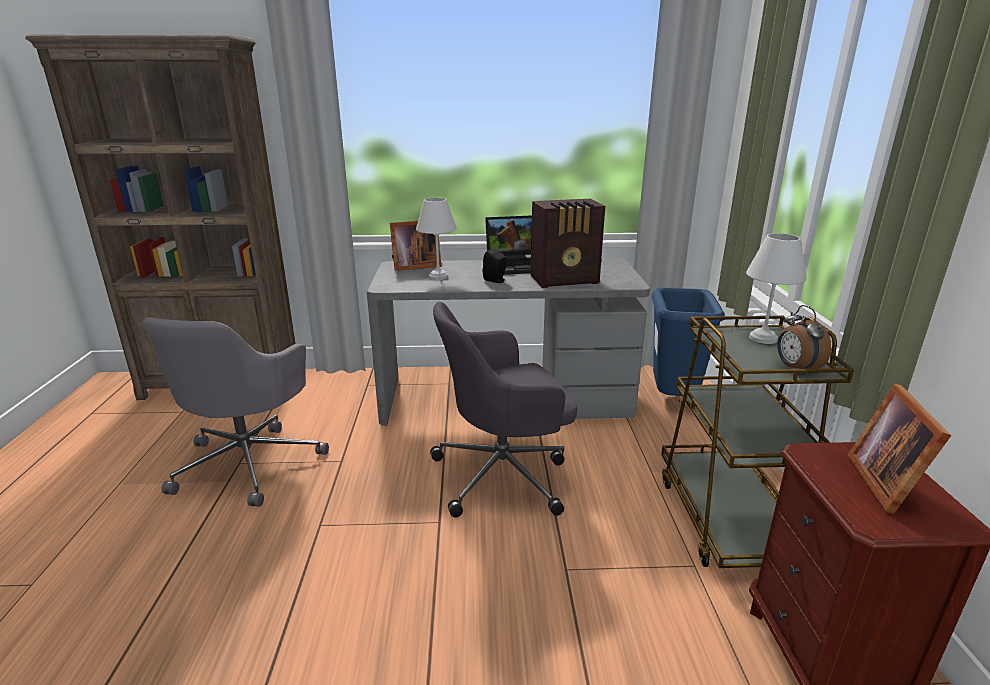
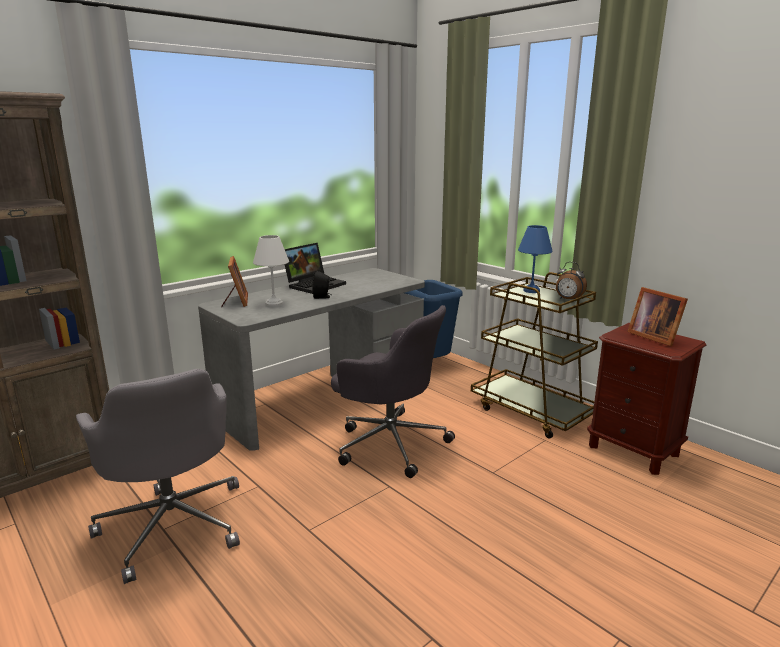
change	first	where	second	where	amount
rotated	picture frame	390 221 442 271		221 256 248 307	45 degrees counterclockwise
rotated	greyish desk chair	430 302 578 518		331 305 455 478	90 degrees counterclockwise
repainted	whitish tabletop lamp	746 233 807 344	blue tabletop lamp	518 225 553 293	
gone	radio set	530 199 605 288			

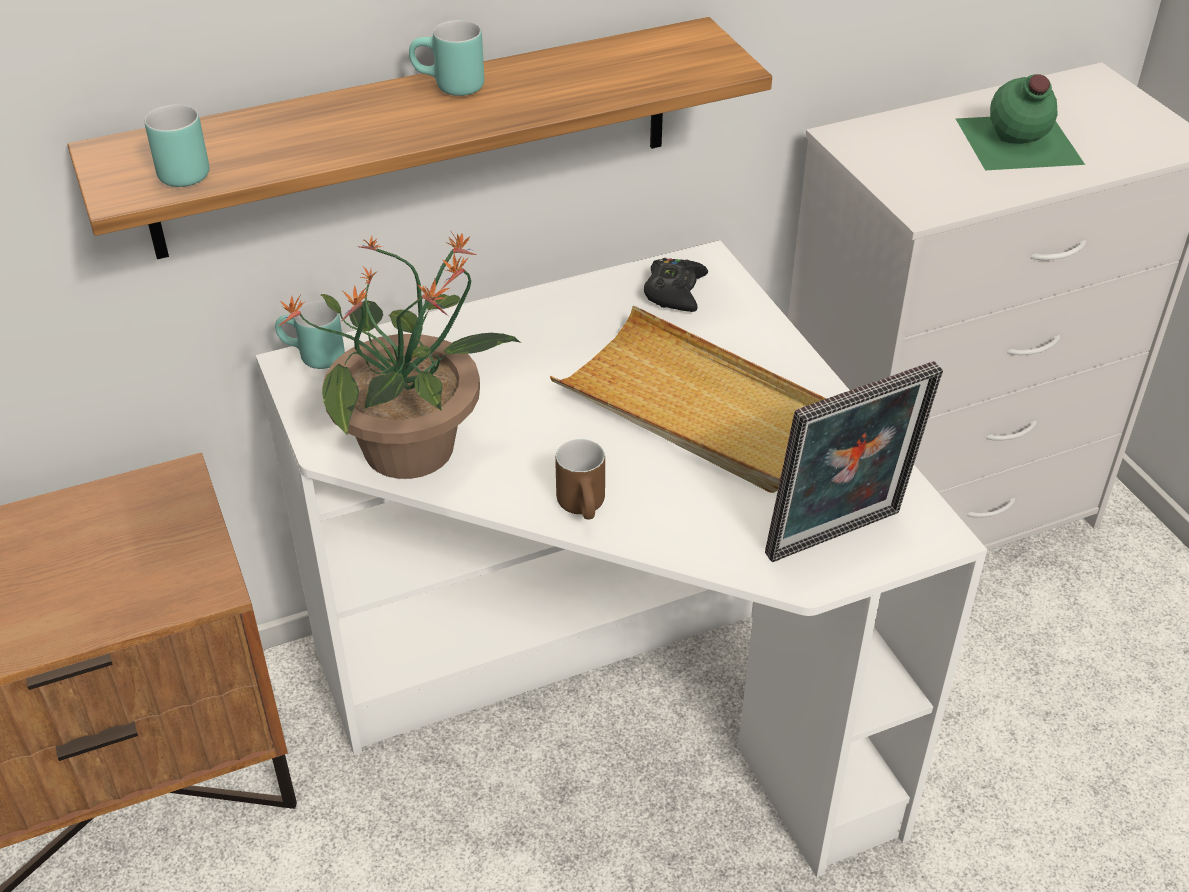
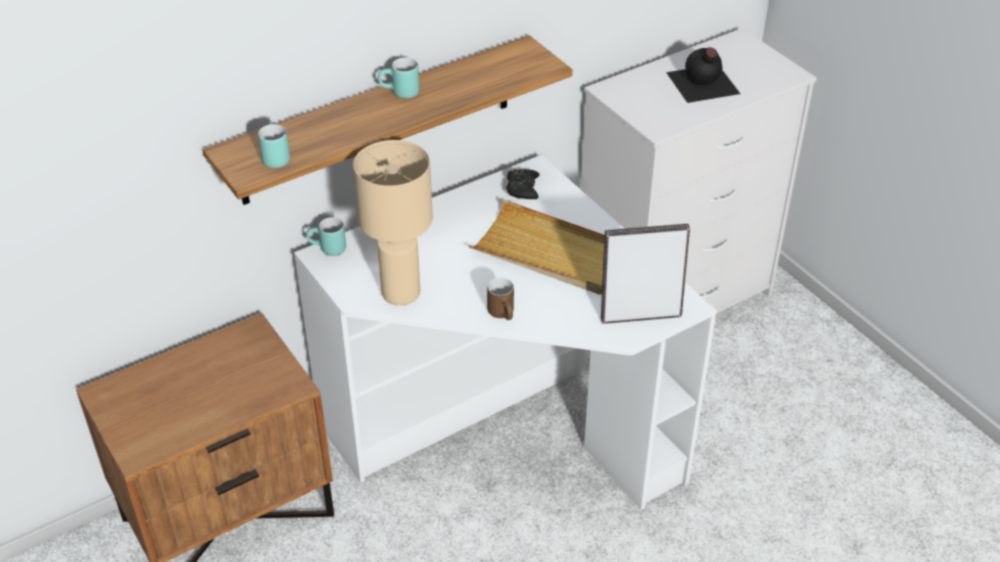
change	first	where	second	where	amount
swapped	houseplant	279 230 521 479	beige tabletop lamp	353 140 433 305	
rotated	picture frame	765 361 943 562		601 224 690 324	150 degrees counterclockwise
repainted	green drink bottle	956 74 1085 170	blackish drink bottle	666 47 740 103	

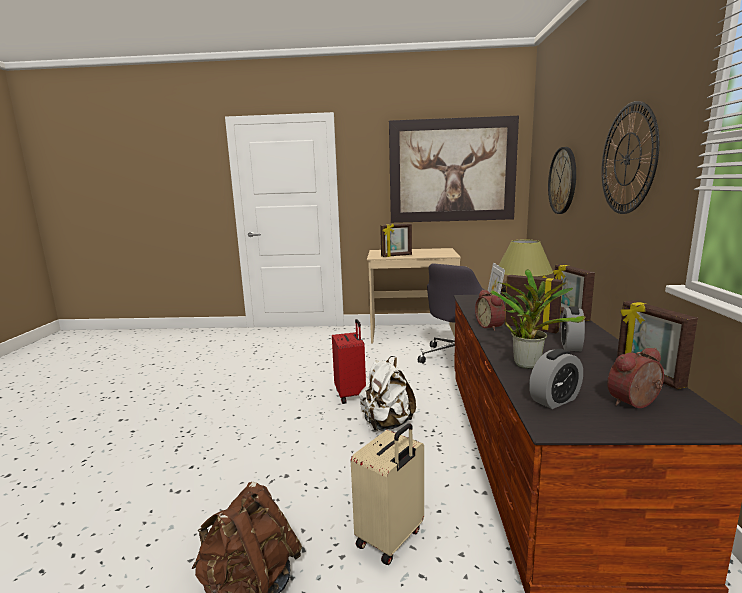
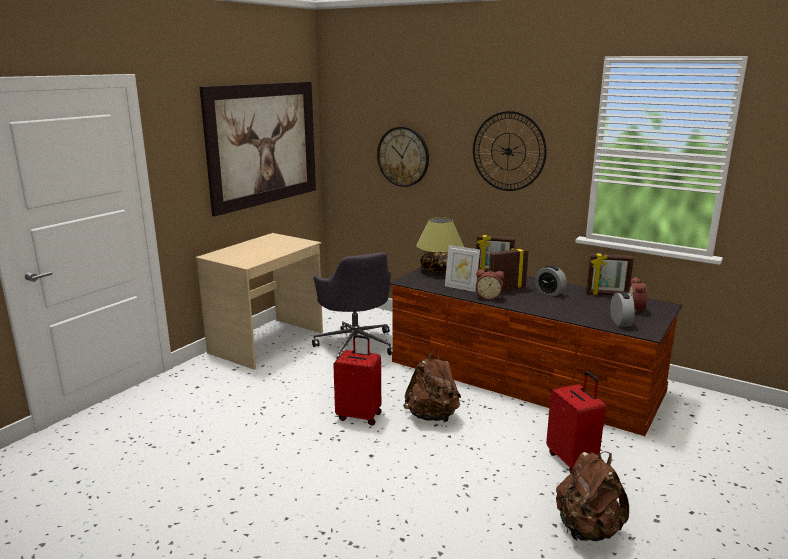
change	first	where	second	where	amount
repainted	whitish rucksack	359 356 416 431	brown-coloured rucksack	403 351 461 422	
repainted	beige piece of luggage	351 423 424 565	red piece of luggage	546 371 606 473	
gone	picture frame	380 223 412 257			
gone	houseplant	491 269 586 369			

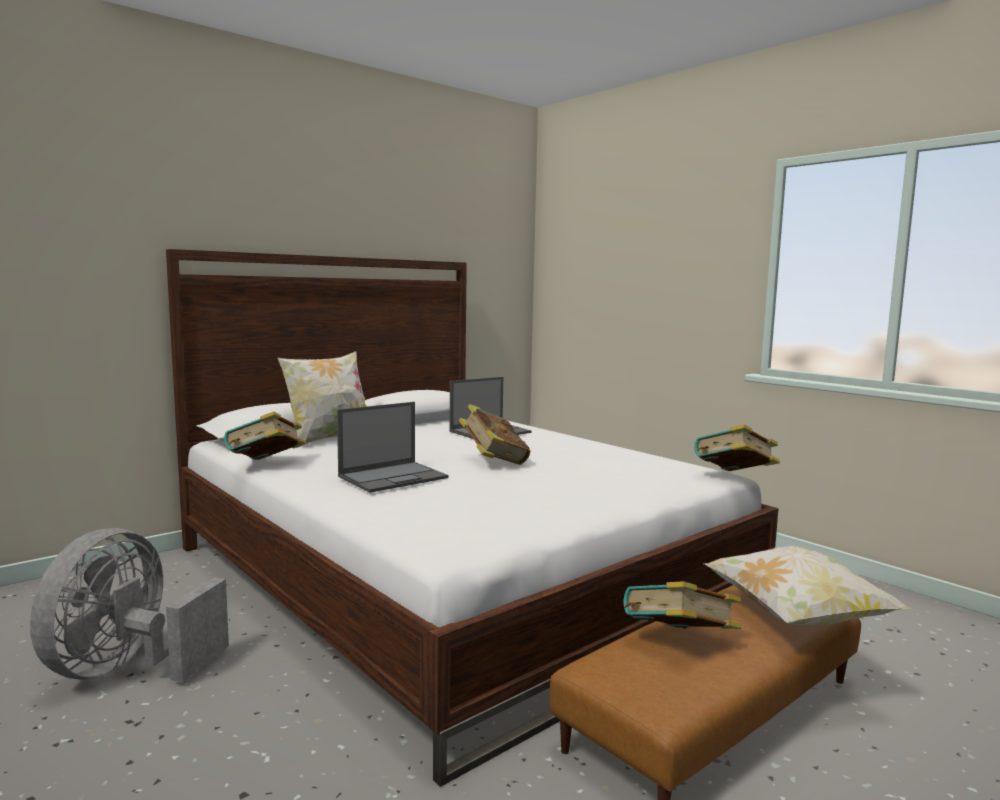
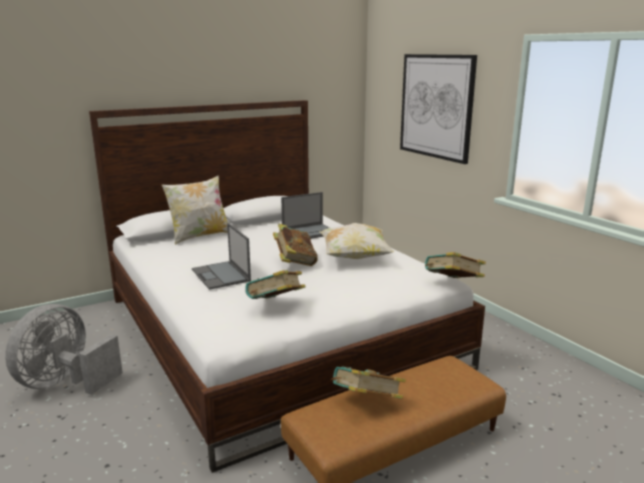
change	first	where	second	where	amount
rotated	laptop	337 402 448 493		192 223 251 290	90 degrees clockwise
shifted	book	224 411 306 460		245 270 306 299	
shifted	cushion	703 546 911 625		319 223 394 259	
new			wall picture	400 54 477 164	

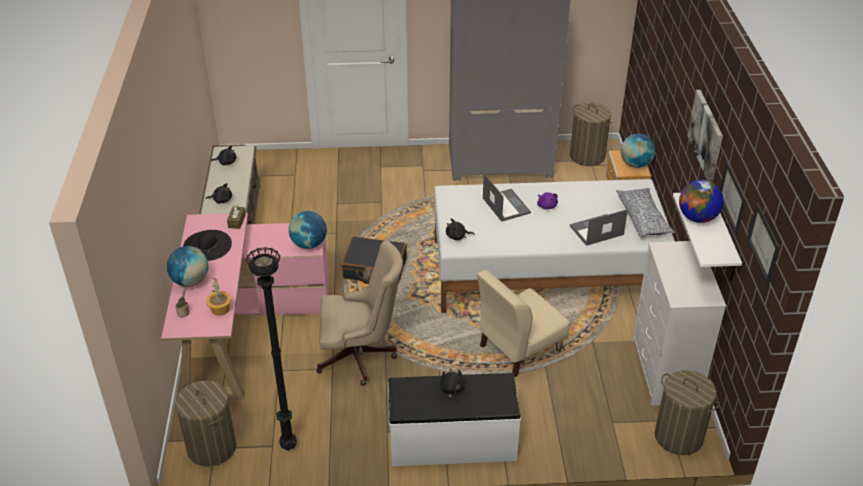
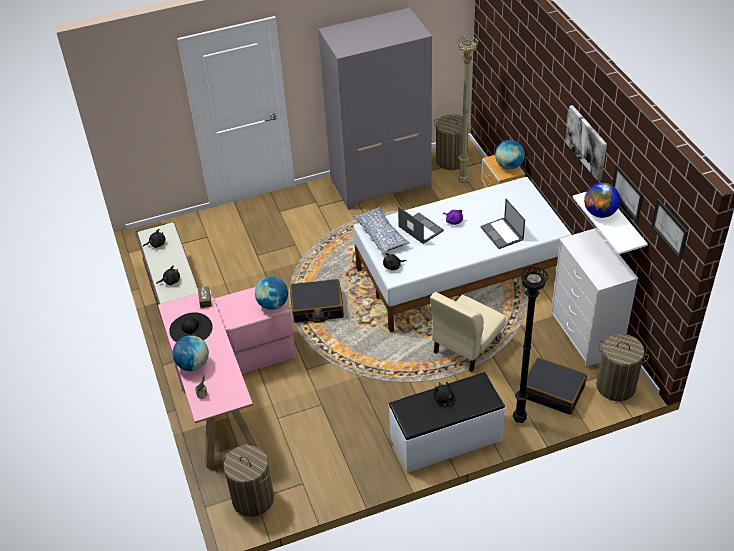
change	first	where	second	where	amount
shifted	cushion	616 188 675 238		353 207 410 254	
new			beige standing lamp	457 36 478 183	
rotated	laptop	570 209 628 246		480 199 525 249	75 degrees counterclockwise
shifted	blackish standing lamp	246 247 297 450		513 266 548 423	
new			blackish piece of luggage	526 357 587 415	
gone	houseplant	206 277 231 316			
gone	beige desk chair	316 241 403 386			

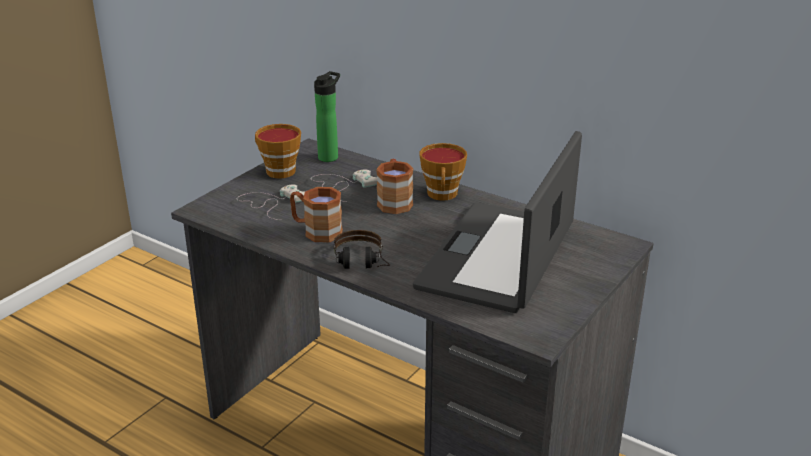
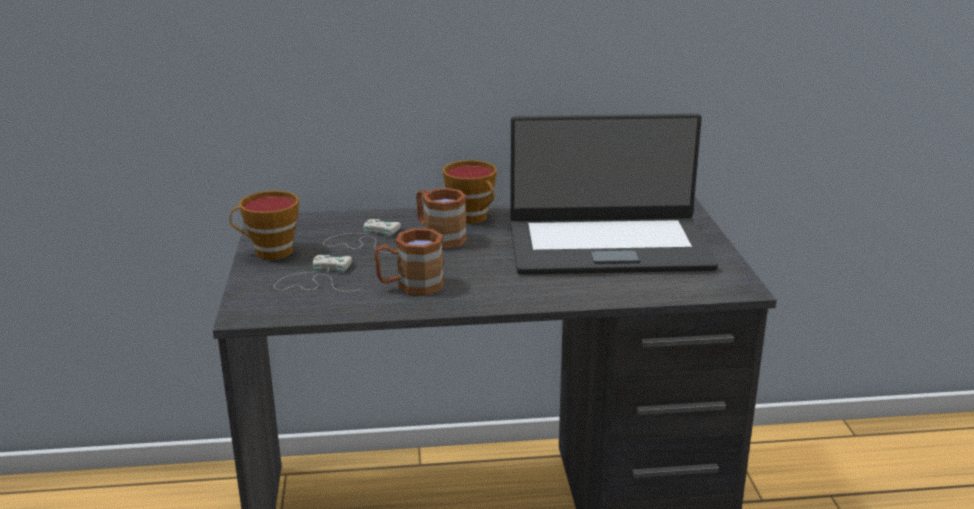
change	first	where	second	where	amount
rotated	laptop	413 131 582 313		510 113 718 275	75 degrees counterclockwise
gone	drink bottle	314 71 340 162			
gone	pair of headphones	334 230 390 269			

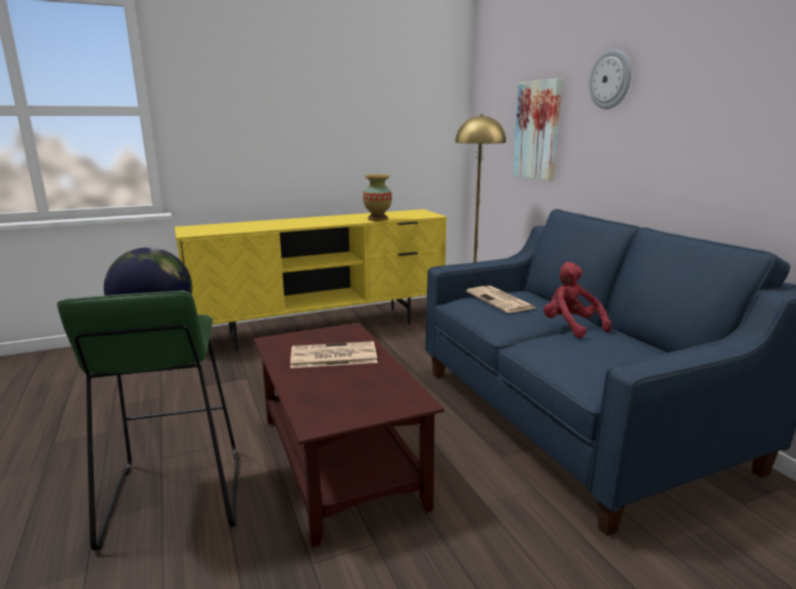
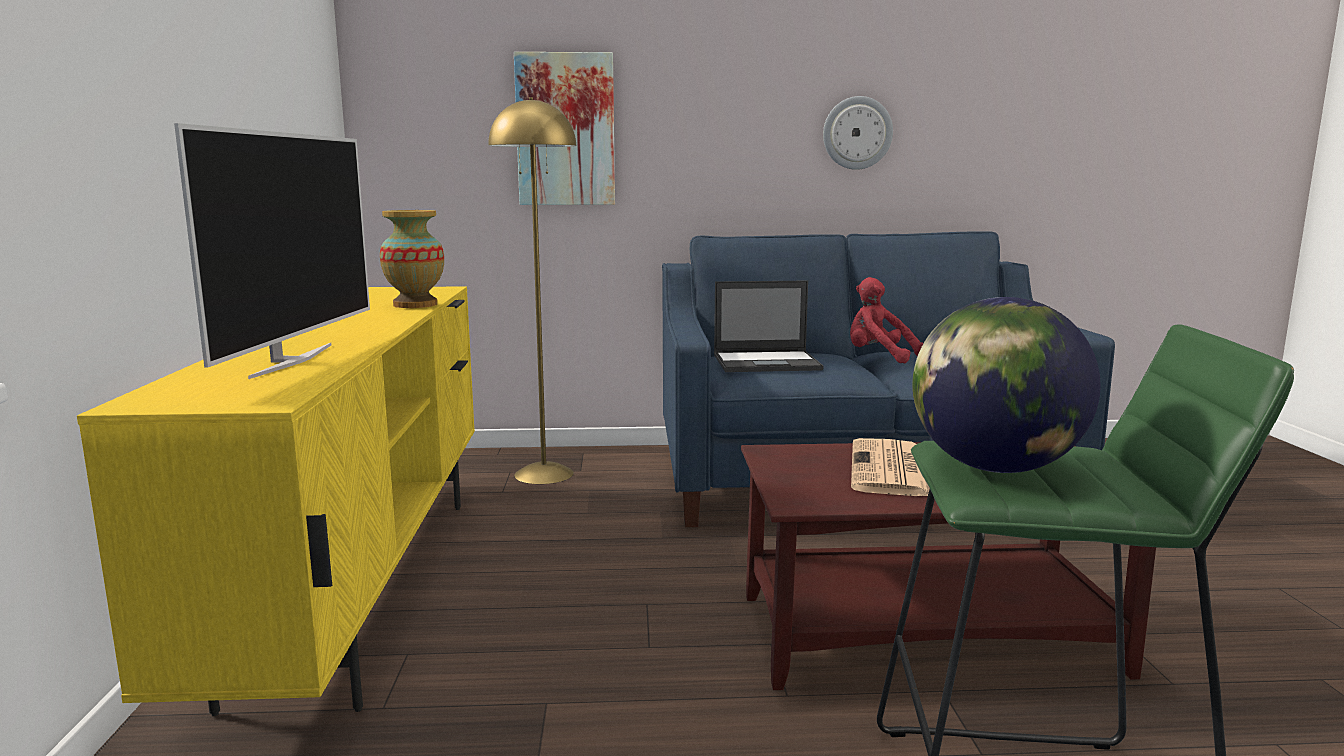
change	first	where	second	where	amount
new			television	174 123 370 379	
swapped	printed paper	466 286 535 313	laptop	714 281 824 372	
shifted	clock on the wall	589 49 631 109		823 96 893 170	
rotated	red soft toy	544 262 612 338		850 277 923 364	45 degrees clockwise

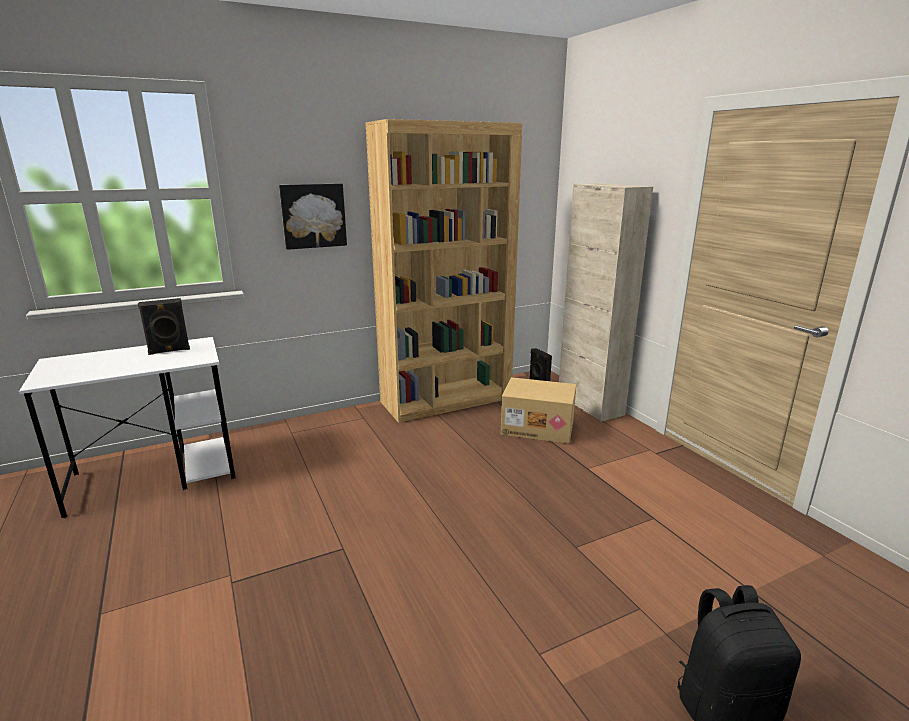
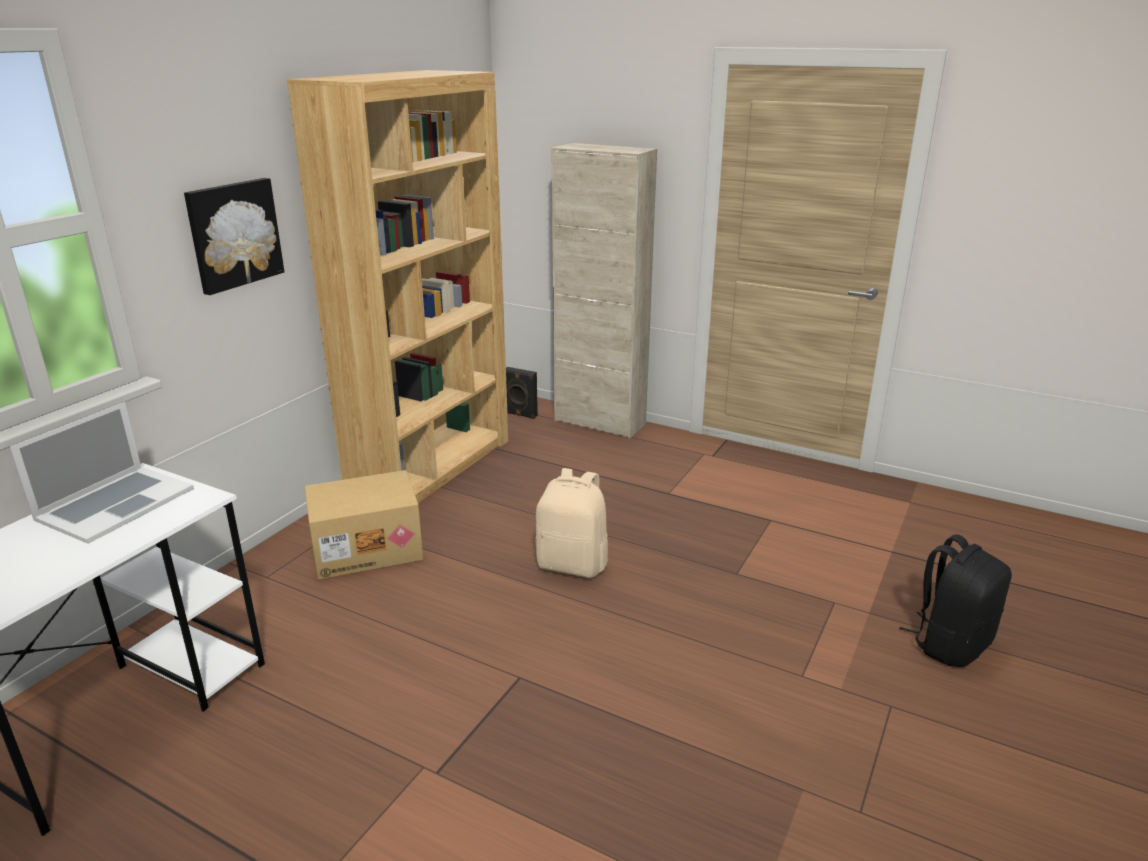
change	first	where	second	where	amount
swapped	blackish loudspeaker	138 298 190 355	laptop	10 402 194 544	
shifted	packing box	501 377 576 444		305 470 423 580	
new			beige rucksack	535 468 608 578	

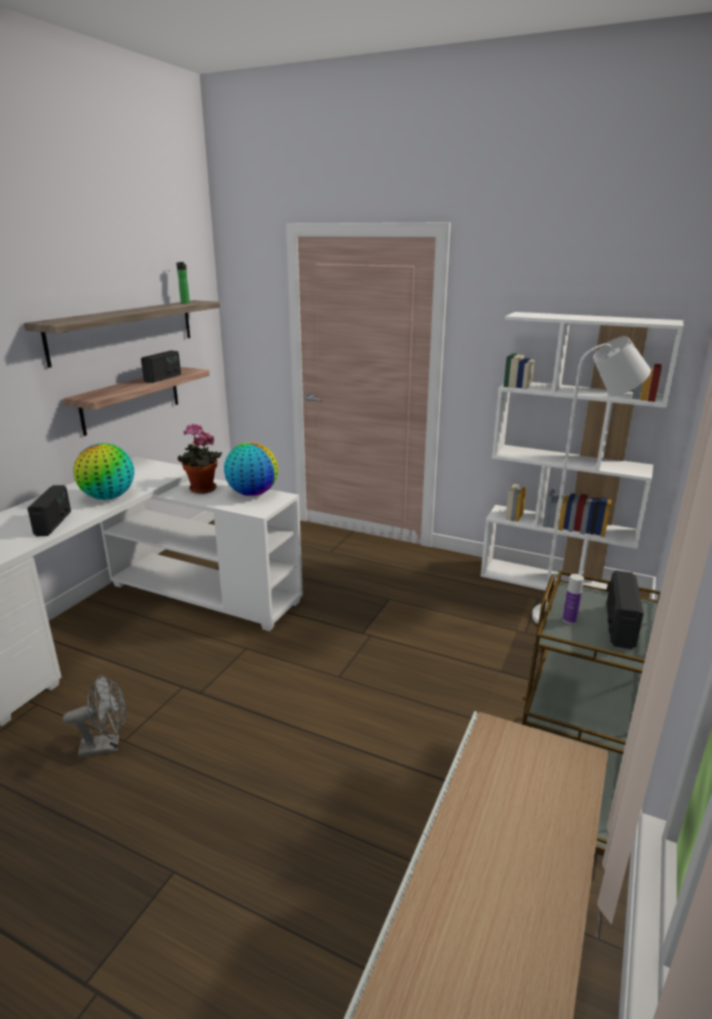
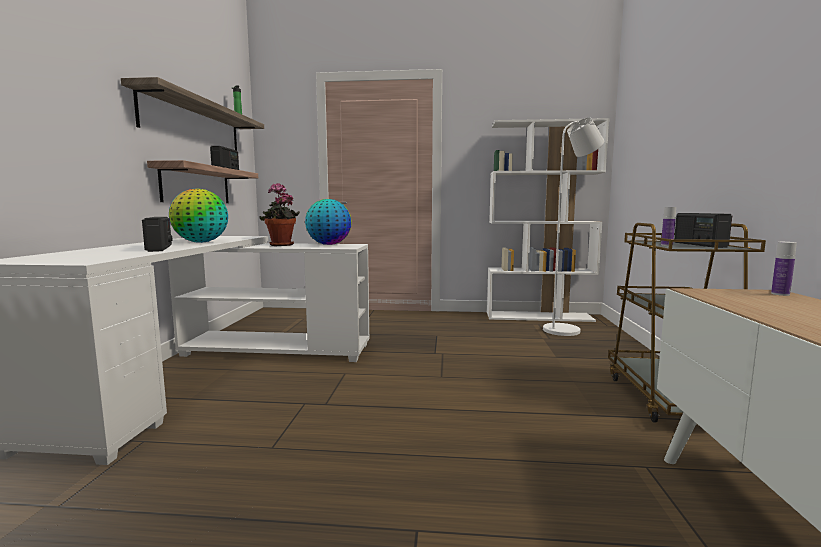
change	first	where	second	where	amount
new			drink bottle	771 242 797 296	
gone	greyish electric fan	63 675 126 758			

